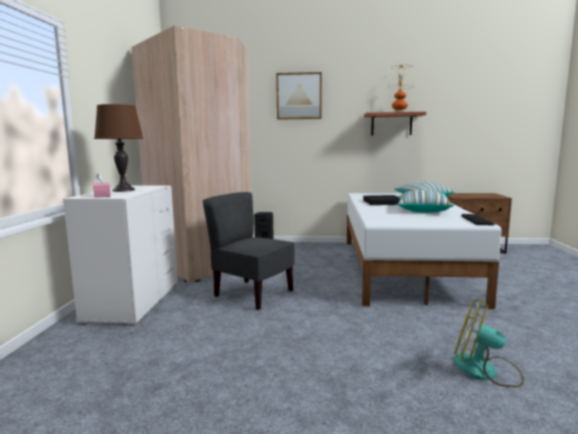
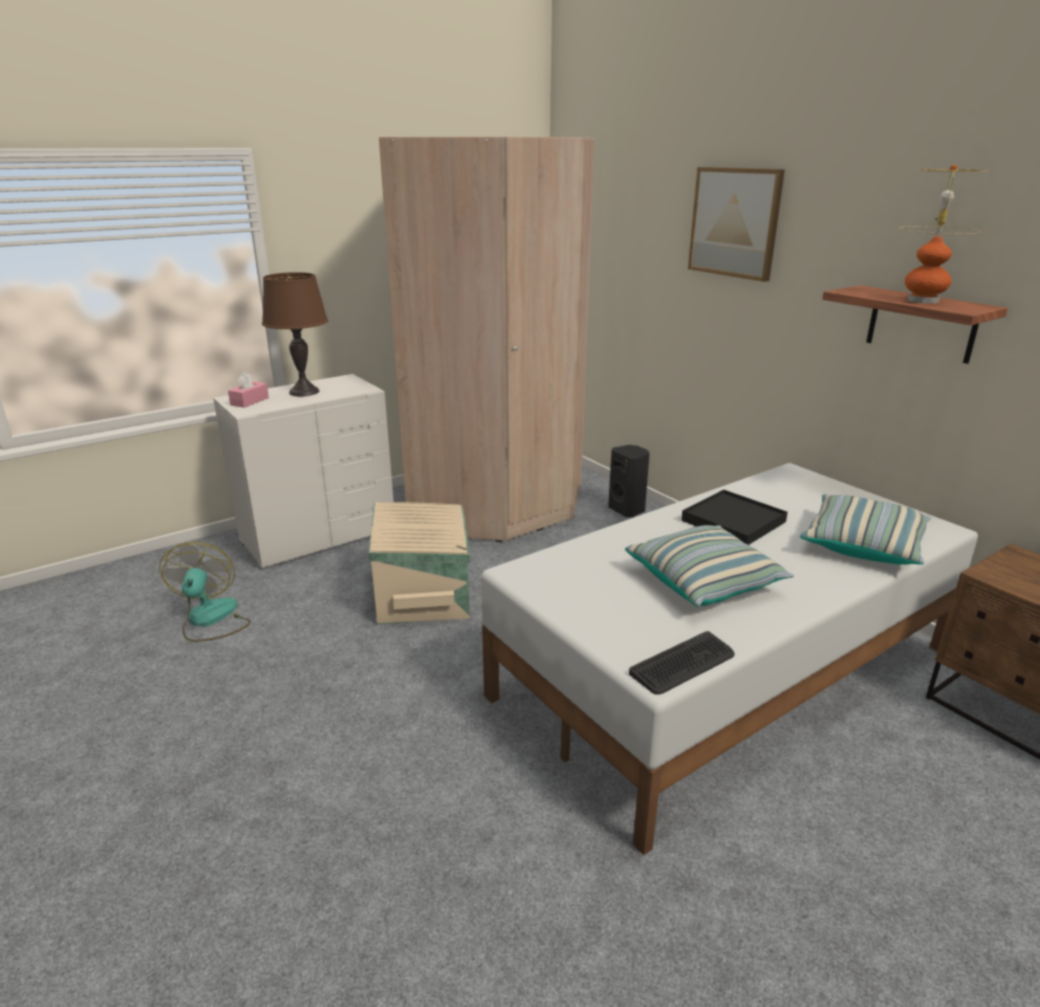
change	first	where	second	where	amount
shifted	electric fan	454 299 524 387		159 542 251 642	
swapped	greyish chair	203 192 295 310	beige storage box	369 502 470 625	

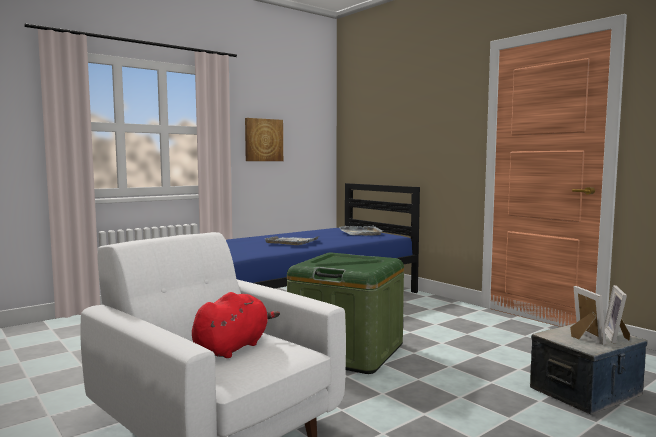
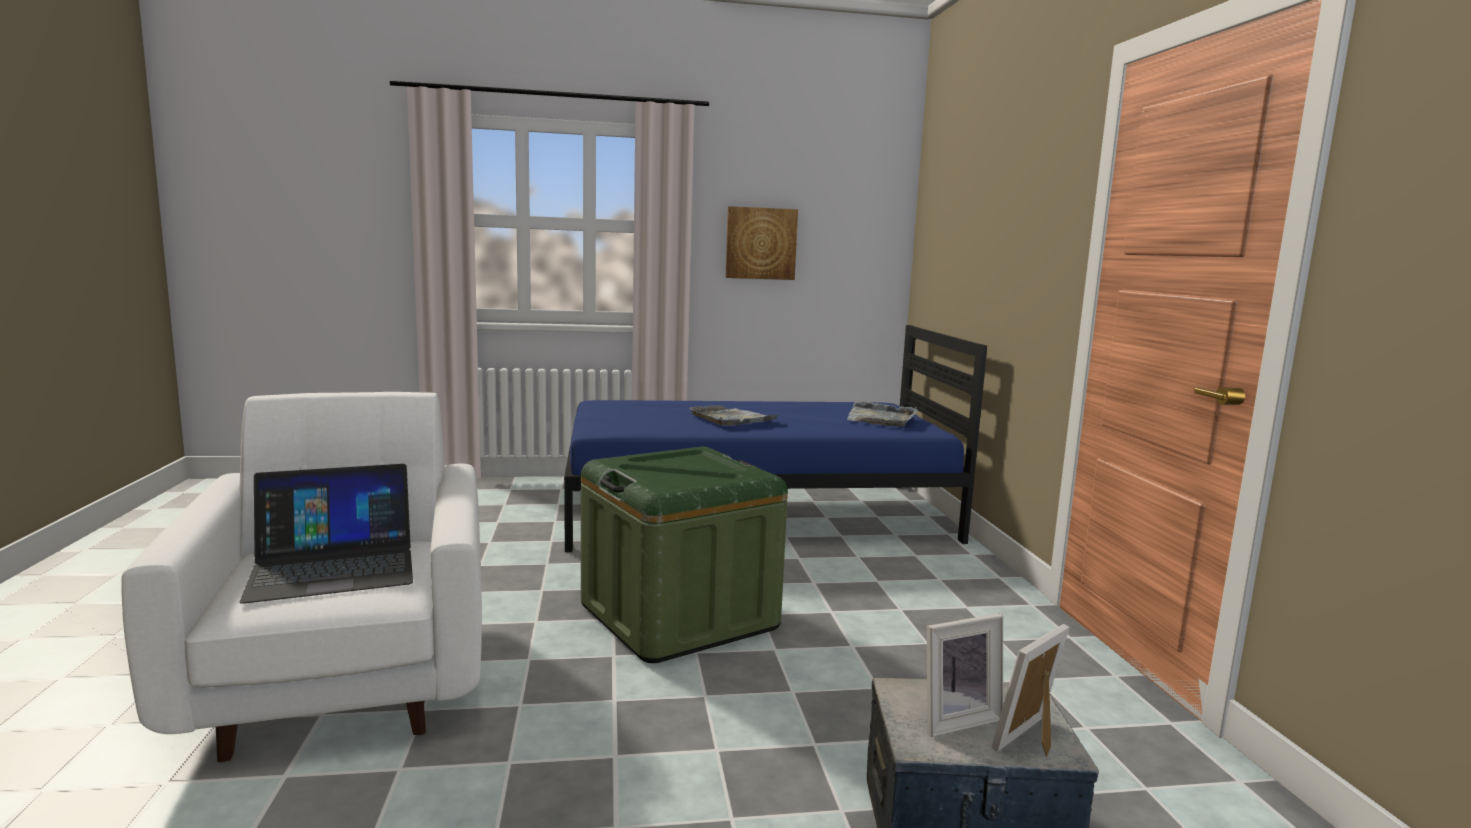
change	first	where	second	where	amount
swapped	red soft toy	192 292 280 358	laptop	239 464 413 603	
rotated	picture frame	570 286 606 345		927 613 1003 737	45 degrees clockwise

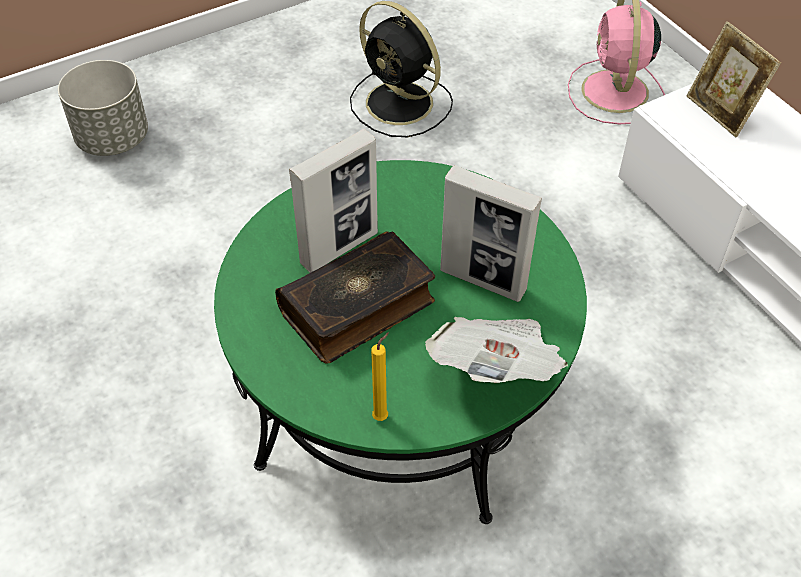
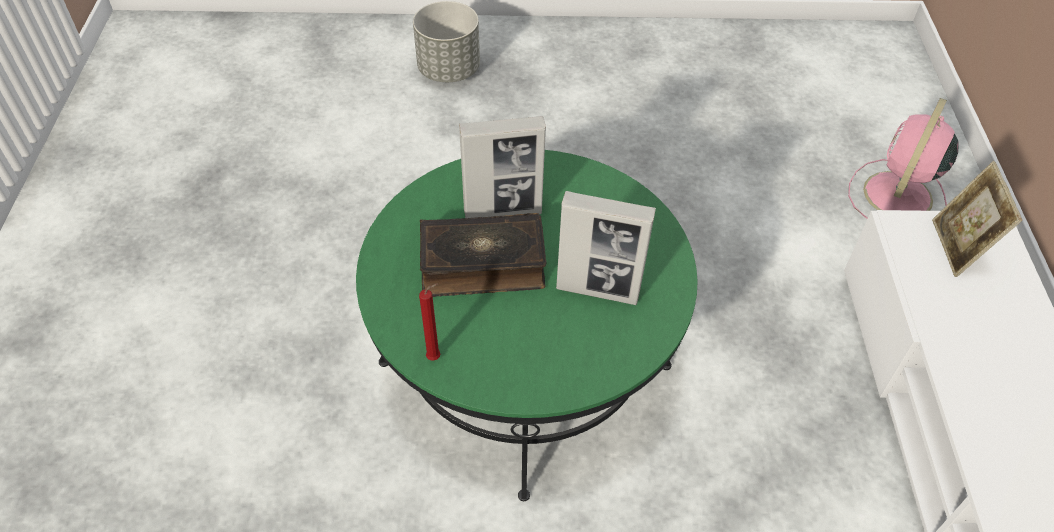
change	first	where	second	where	amount
repainted	yellow-coloured wax light	371 332 389 421	red wax light	419 283 440 361	
rotated	picture frame	440 165 542 302		556 191 656 305	45 degrees counterclockwise
gone	blackish electric fan	350 1 453 137			
gone	printed paper	425 317 568 383			

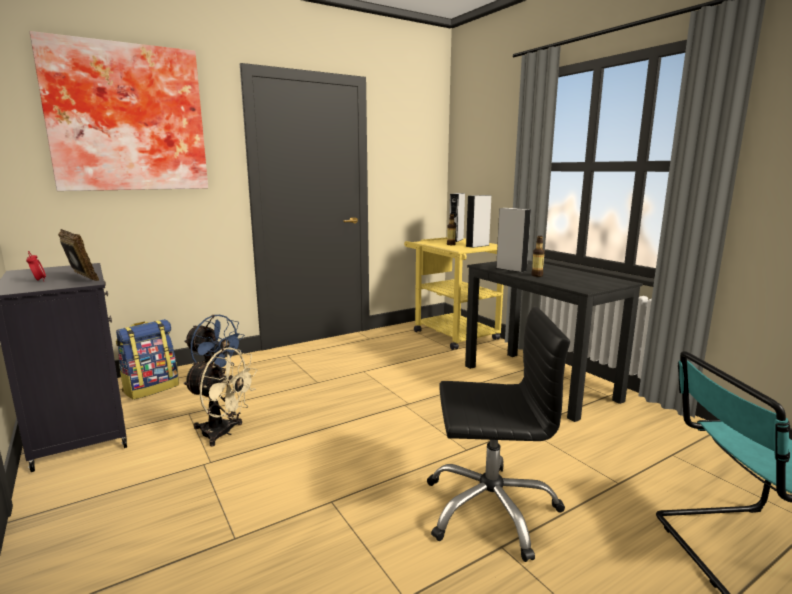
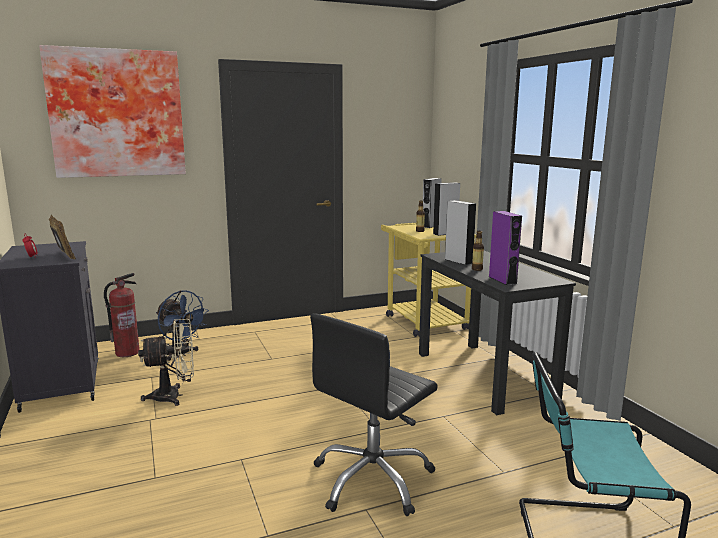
change	first	where	second	where	amount
swapped	rucksack	116 319 179 400	fire-fighting cylinder	104 273 140 357	
rotated	beige electric fan	183 347 257 446		138 319 194 406	45 degrees counterclockwise
rotated	blackish desk chair	427 306 570 562		310 313 438 516	120 degrees clockwise
new			purple-coloured loudspeaker	489 211 522 285	

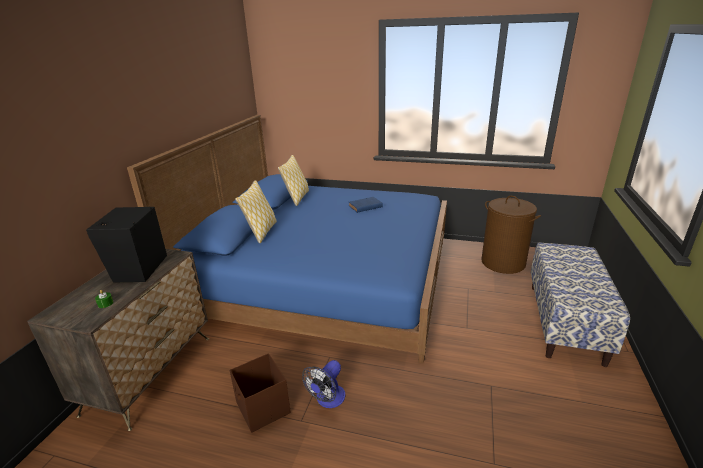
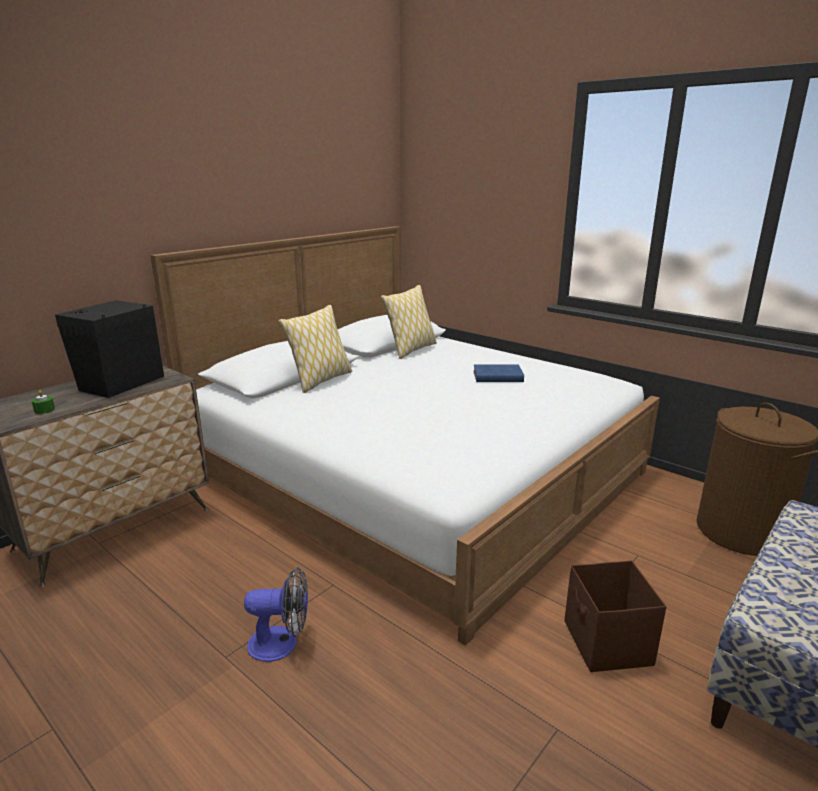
change	first	where	second	where	amount
repainted	blue bed	127 115 447 364	whitish bed	150 226 660 646	
rotated	electric fan	302 360 345 408		244 567 308 662	150 degrees counterclockwise
shifted	brown-coloured storage box	230 353 291 433		564 560 667 672	

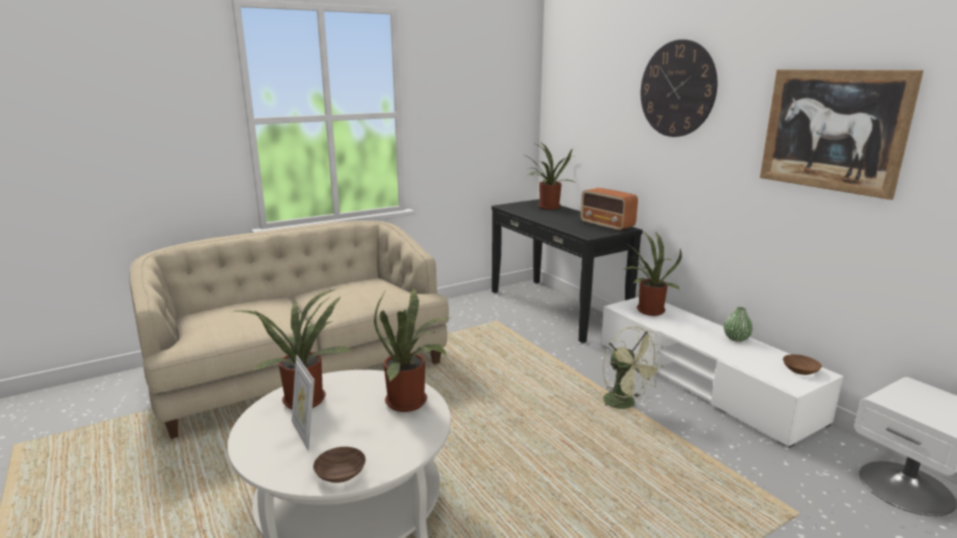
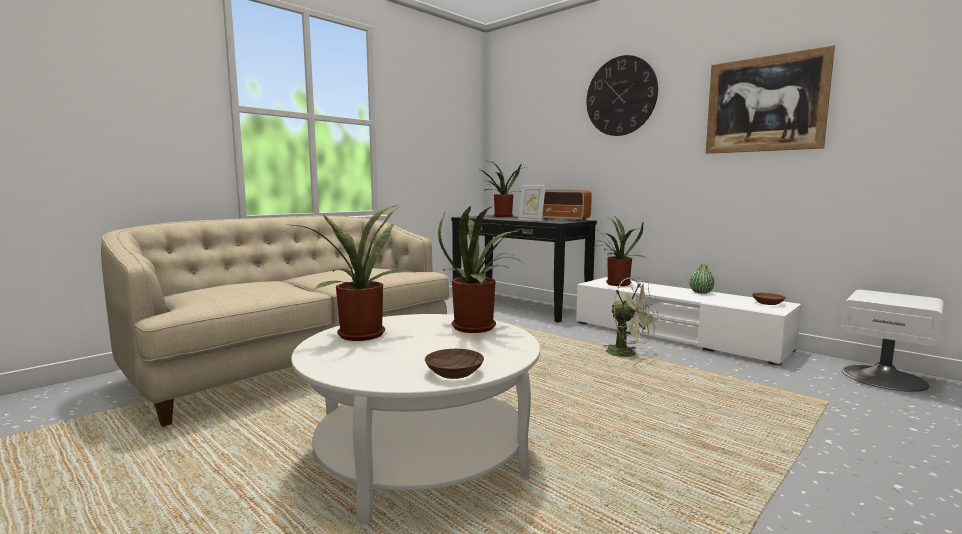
change	first	where	second	where	amount
shifted	picture frame	292 355 314 451		518 183 546 221	

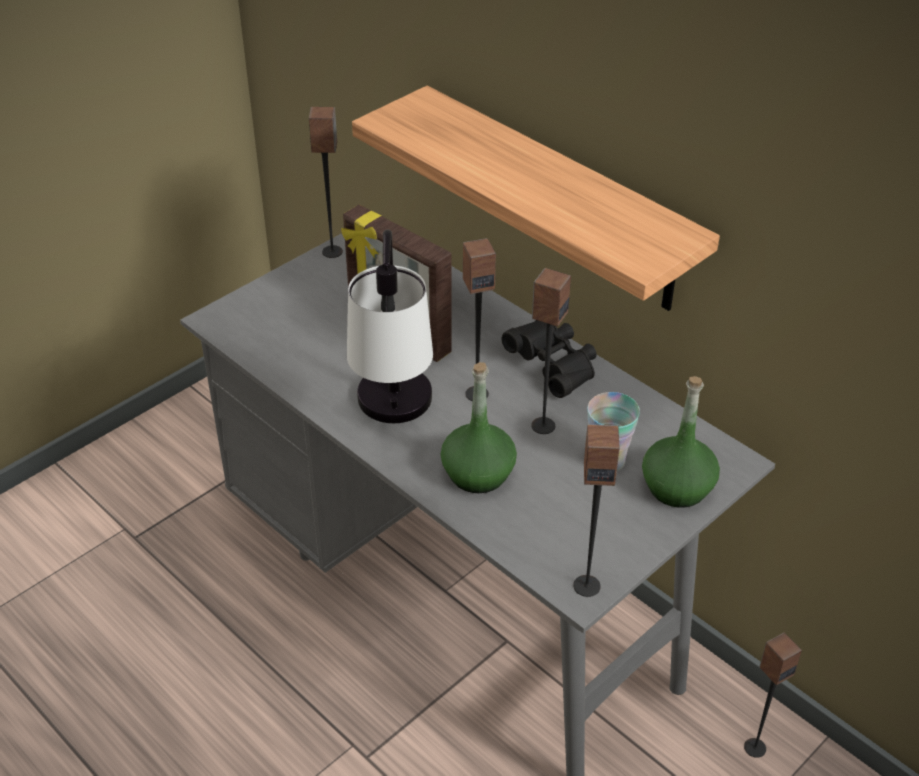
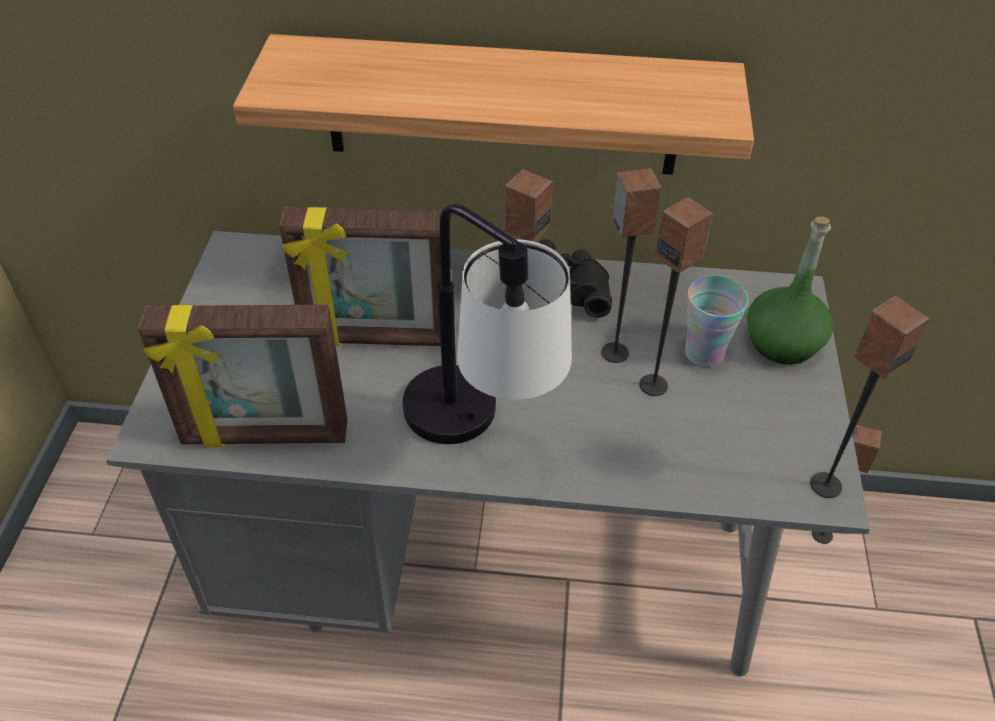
change	first	where	second	where	amount
new			picture frame	138 305 348 447	
shifted	loudspeaker	309 107 343 258		639 197 713 396	
gone	green drink bottle	441 362 517 493			

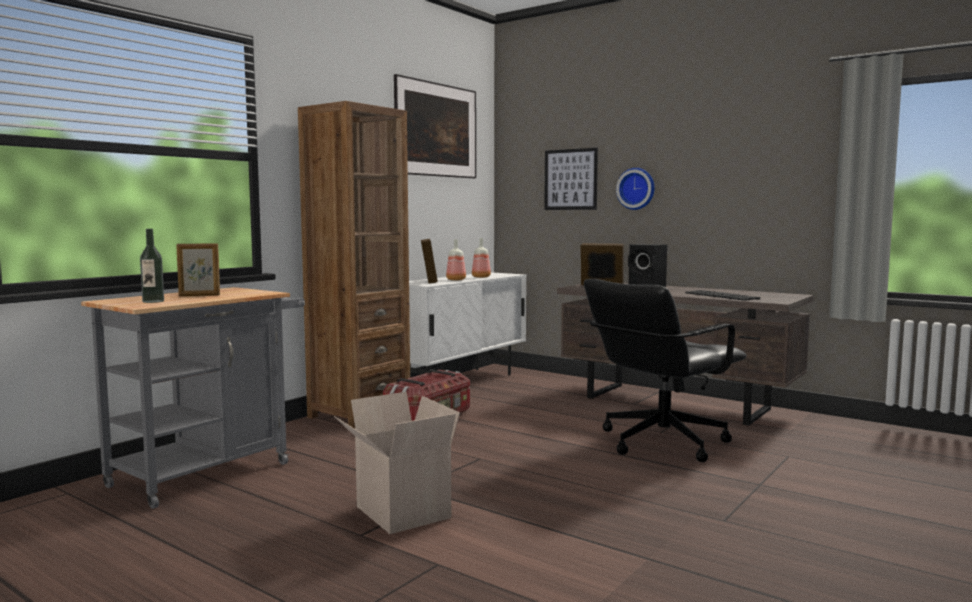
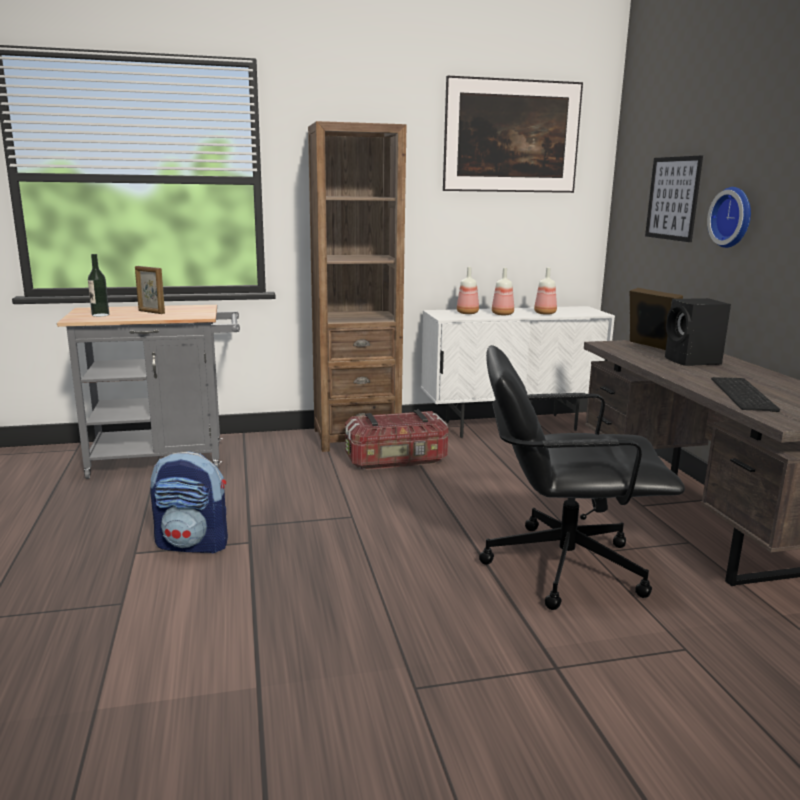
change	first	where	second	where	amount
swapped	packing box	334 392 460 534	rucksack	151 451 228 554	
swapped	picture frame	421 239 438 284	drink bottle	457 267 479 314	

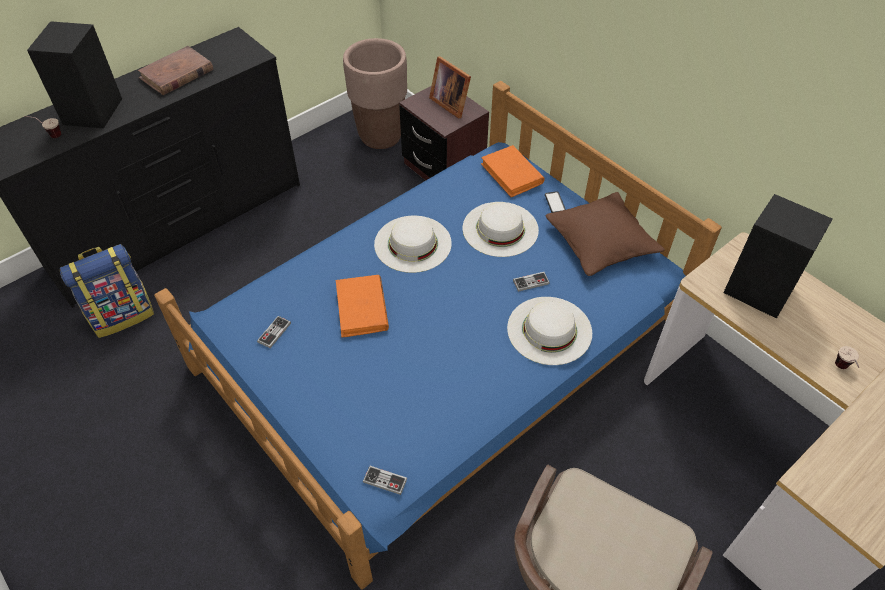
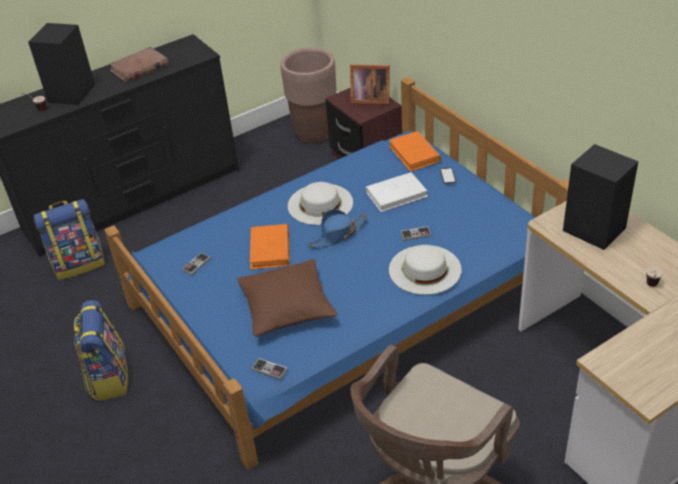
change	first	where	second	where	amount
new			rucksack	74 300 128 401	
shifted	brown-coloured cushion	546 192 665 276		238 259 337 337	
new			blue hat	308 209 367 248	
rotated	picture frame	429 56 471 119		350 64 390 104	45 degrees counterclockwise
swapped	whitish hat	463 202 539 257	whitish book	366 172 428 212	

